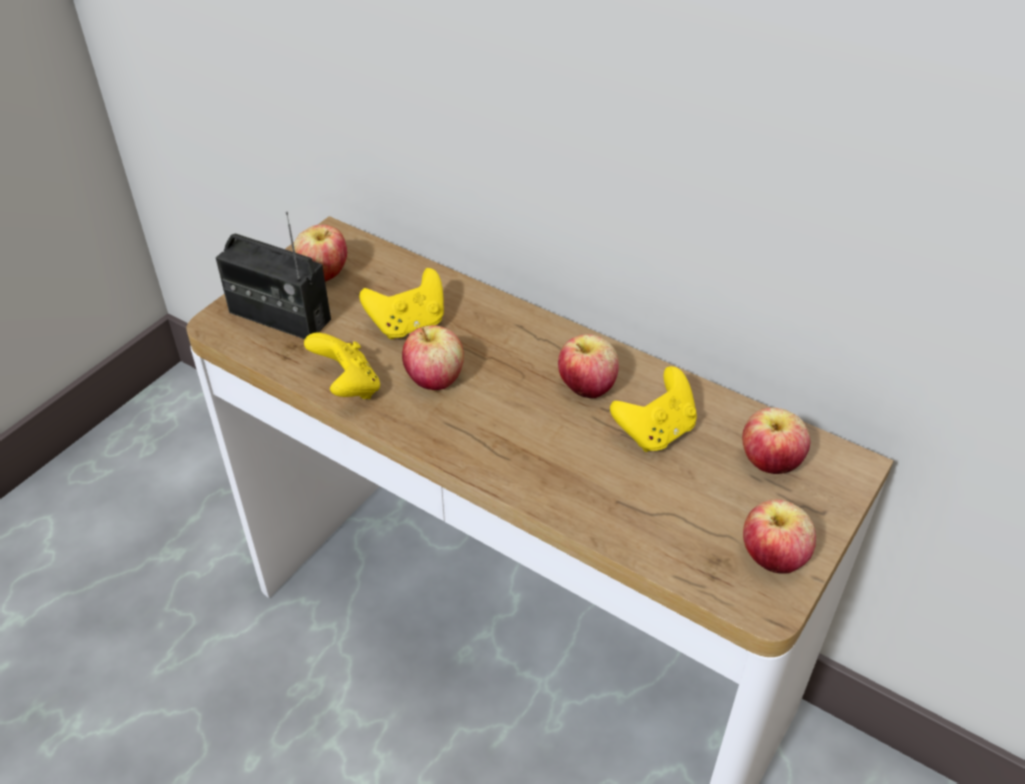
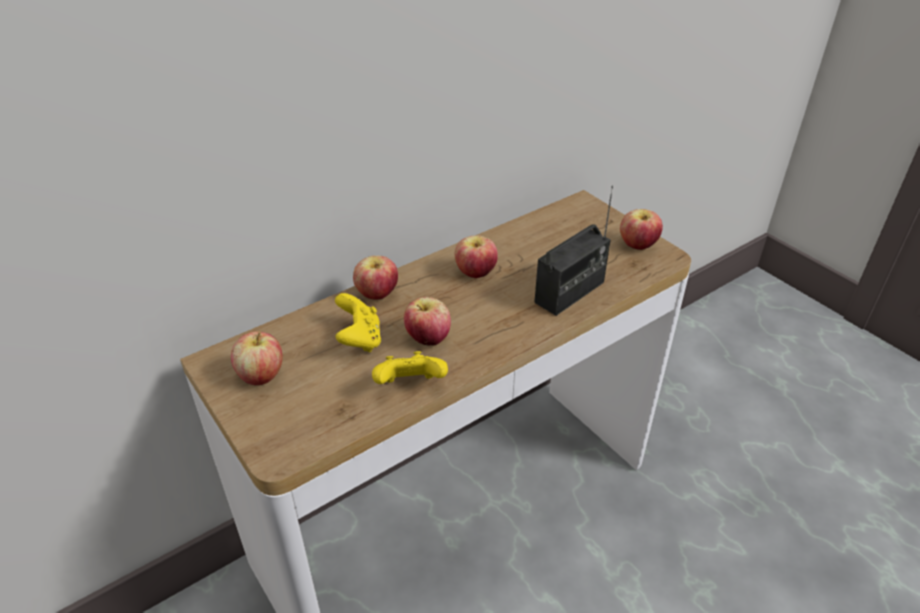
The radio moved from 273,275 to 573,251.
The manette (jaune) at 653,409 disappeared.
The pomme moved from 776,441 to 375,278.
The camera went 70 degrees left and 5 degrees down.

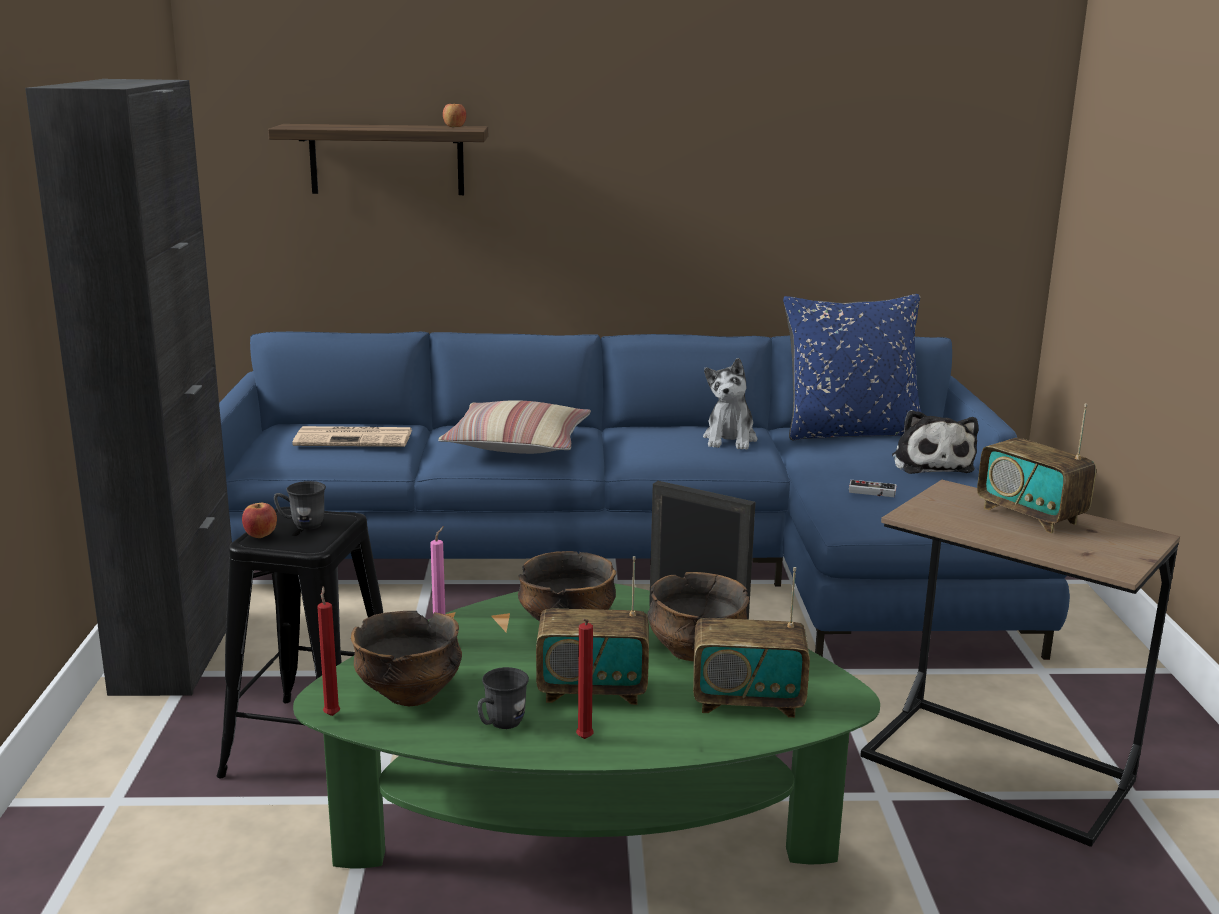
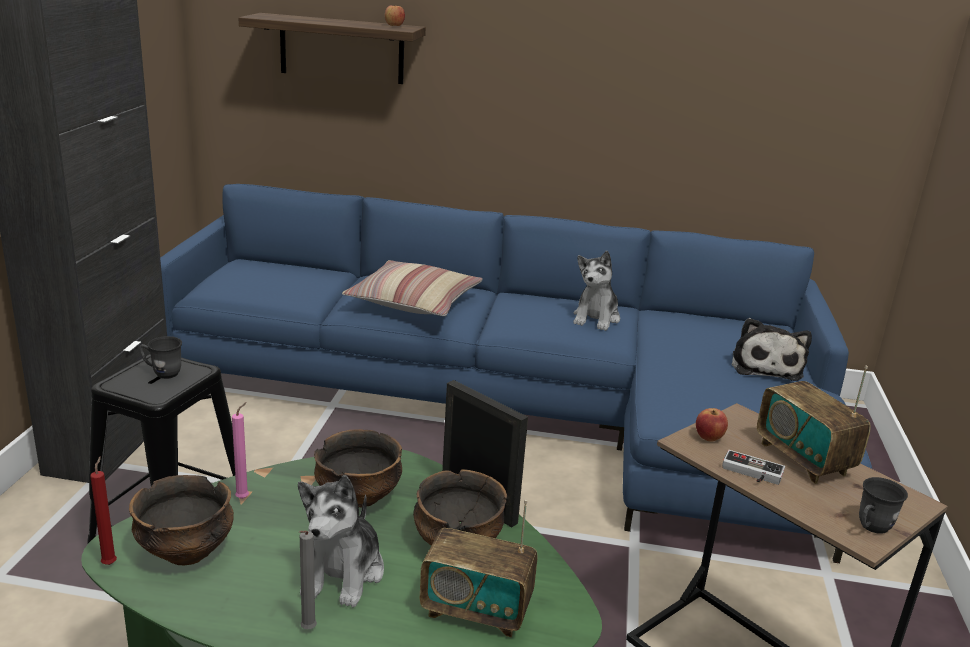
The pomme moved from 259,520 to 712,425.
The journal at 352,436 disappeared.
The mug (gris) moved from 503,698 to 883,505.
The radio at 592,630 was replaced by the peluche at 341,541.
The bougie (rouge) at 585,679 became the bougie (gris) at 308,580.
The coussin (bleu) at 852,367 disappeared.
The manette moved from 873,488 to 753,467.
The camera went 10 degrees right and 5 degrees up.

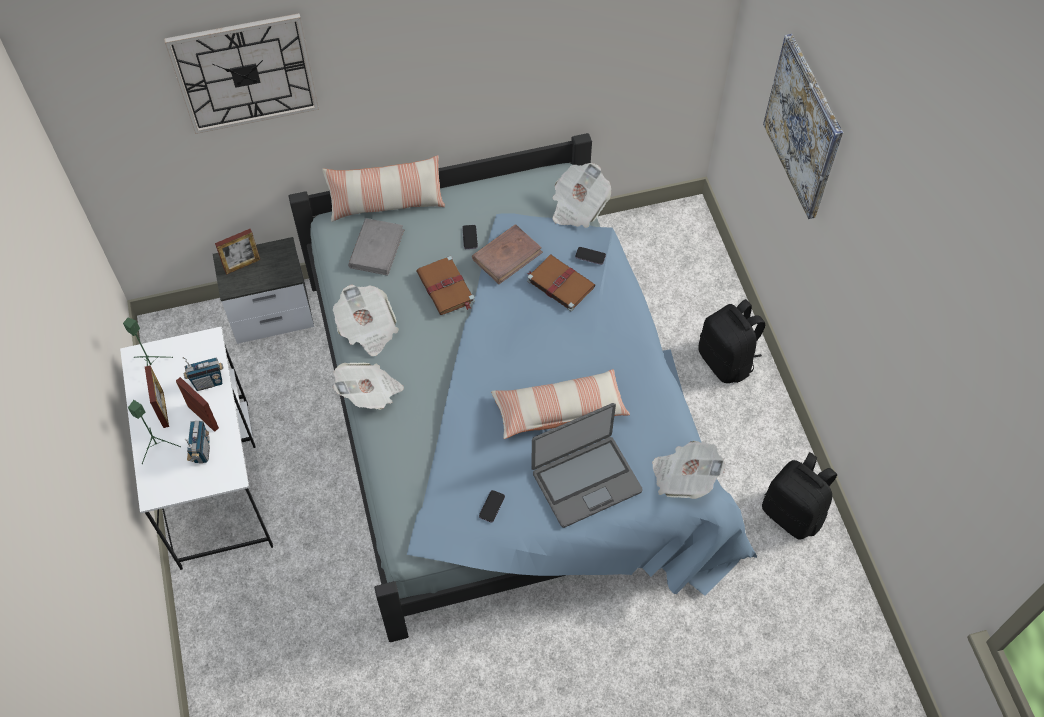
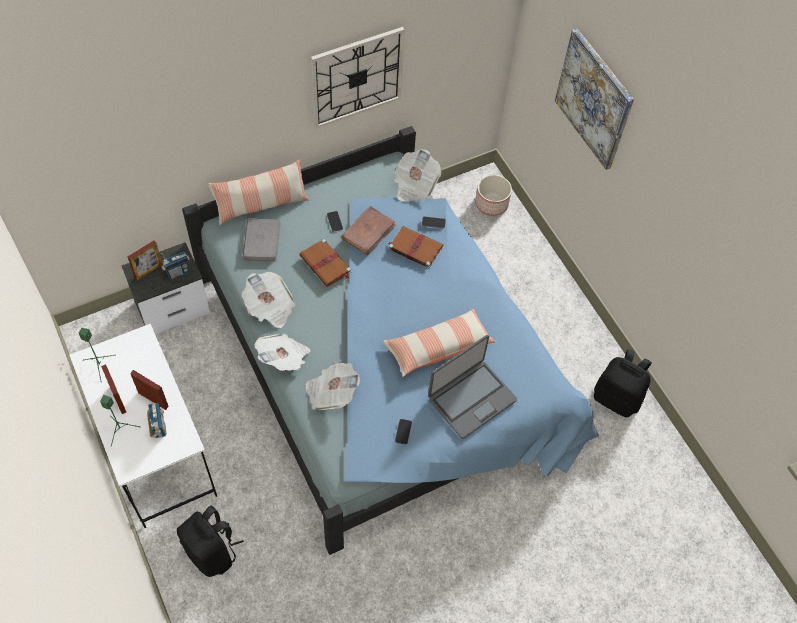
The horloge murale moved from 241,73 to 358,78.
The radio moved from 203,374 to 175,265.
The journal moved from 688,470 to 332,386.
The sac à dos (noir) moved from 732,341 to 210,541.
The cache-pot at 493,195 appeared.
The camera went 15 degrees left and 0 degrees up.

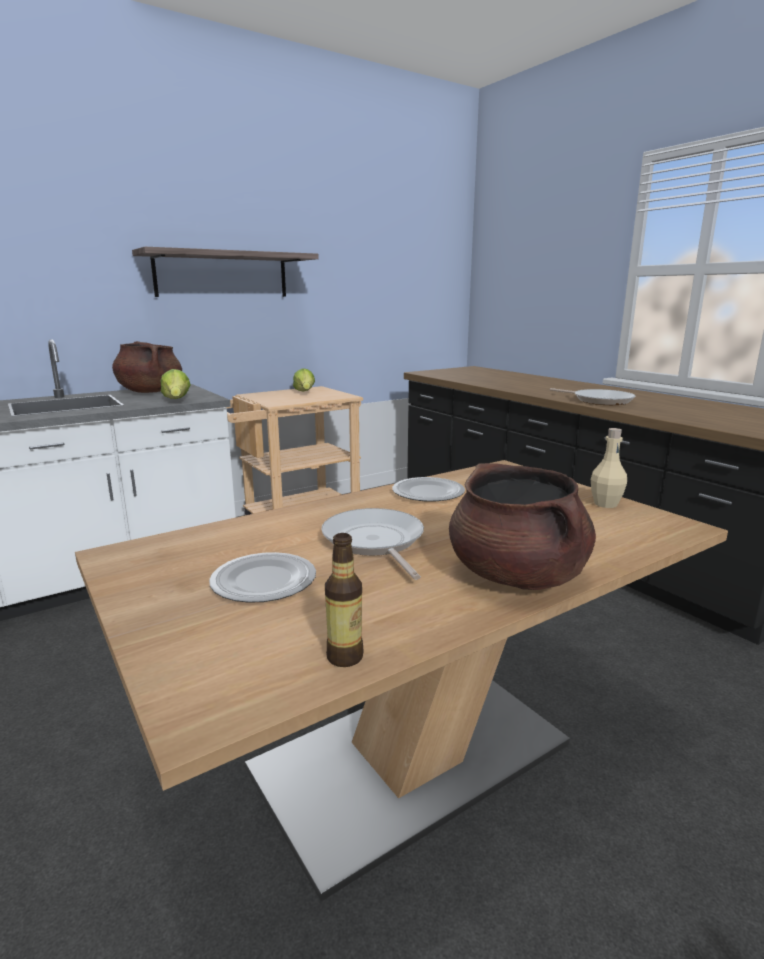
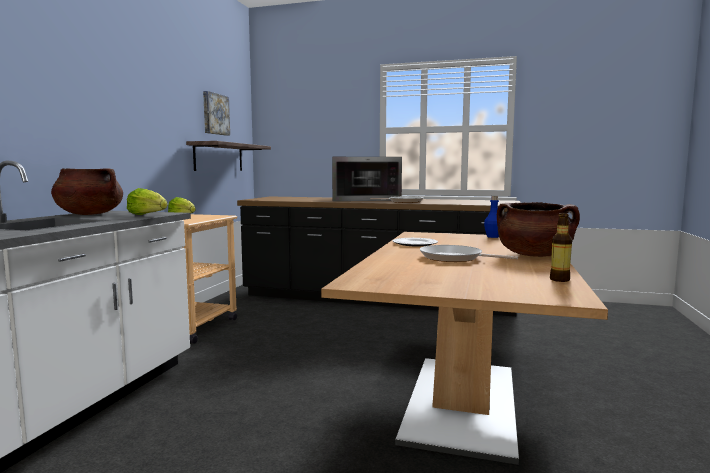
The étagère moved from 225,272 to 228,156.
The assiette at 262,577 disappeared.
The bouteille (beige) at 609,468 became the bouteille (bleu) at 491,217.
The tableau at 216,113 appeared.
The micro-ondes at 367,179 appeared.
The camera went 40 degrees left and 10 degrees down.

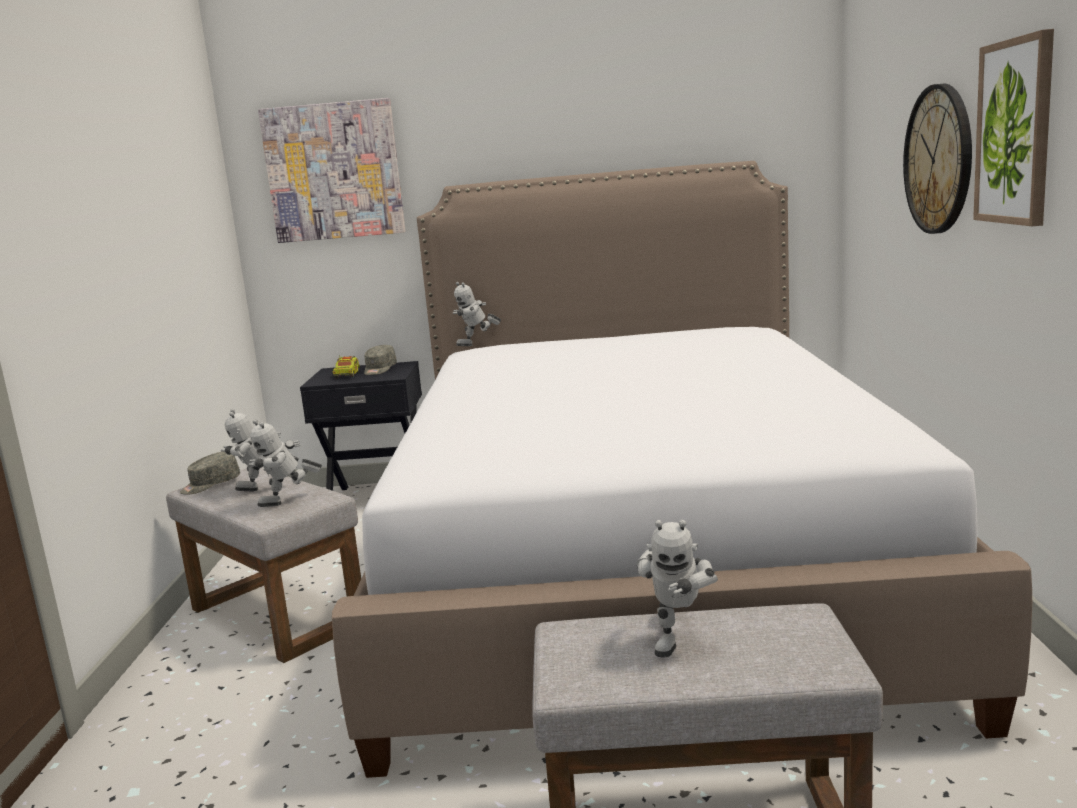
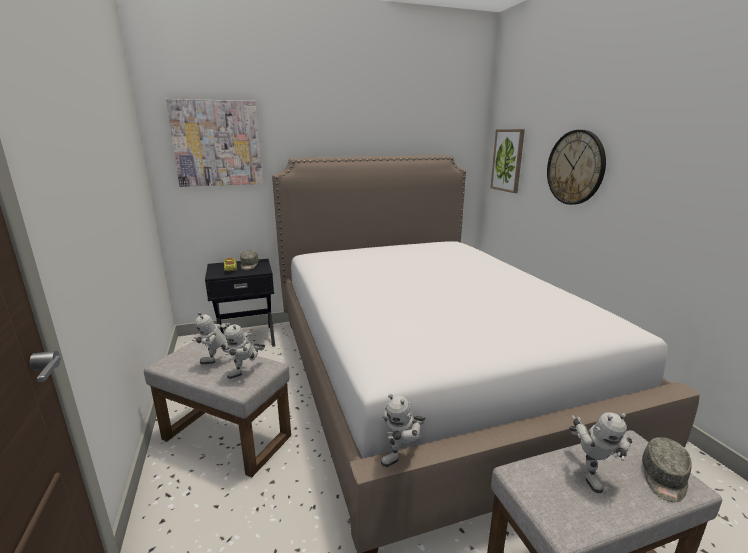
The casquette (gris) moved from 210,473 to 667,469.
The robot jouet moved from 477,314 to 403,430.
The tableau moved from 1013,127 to 508,161.
The camera went 20 degrees left and 5 degrees up.

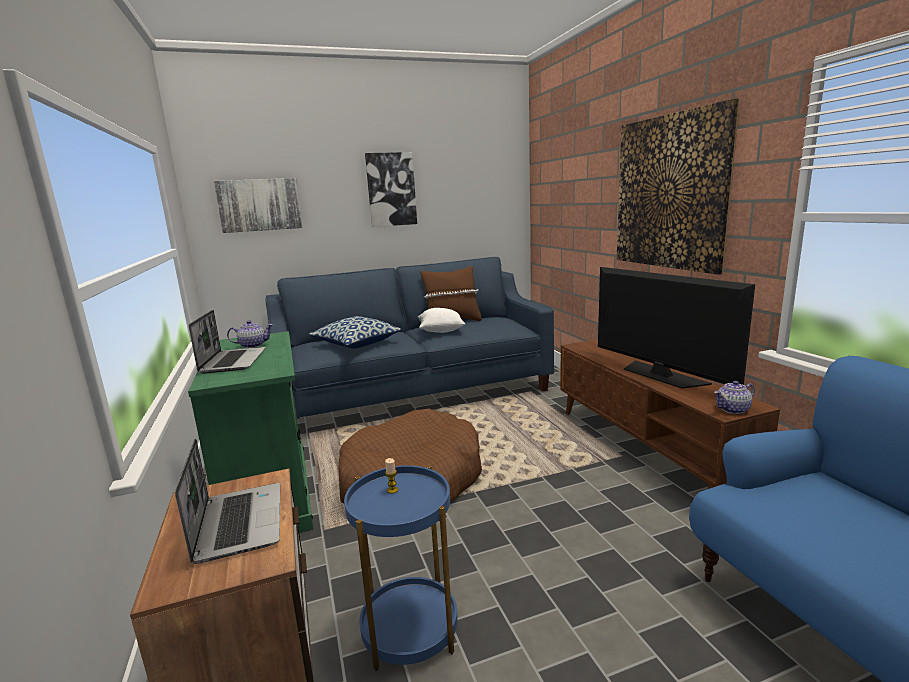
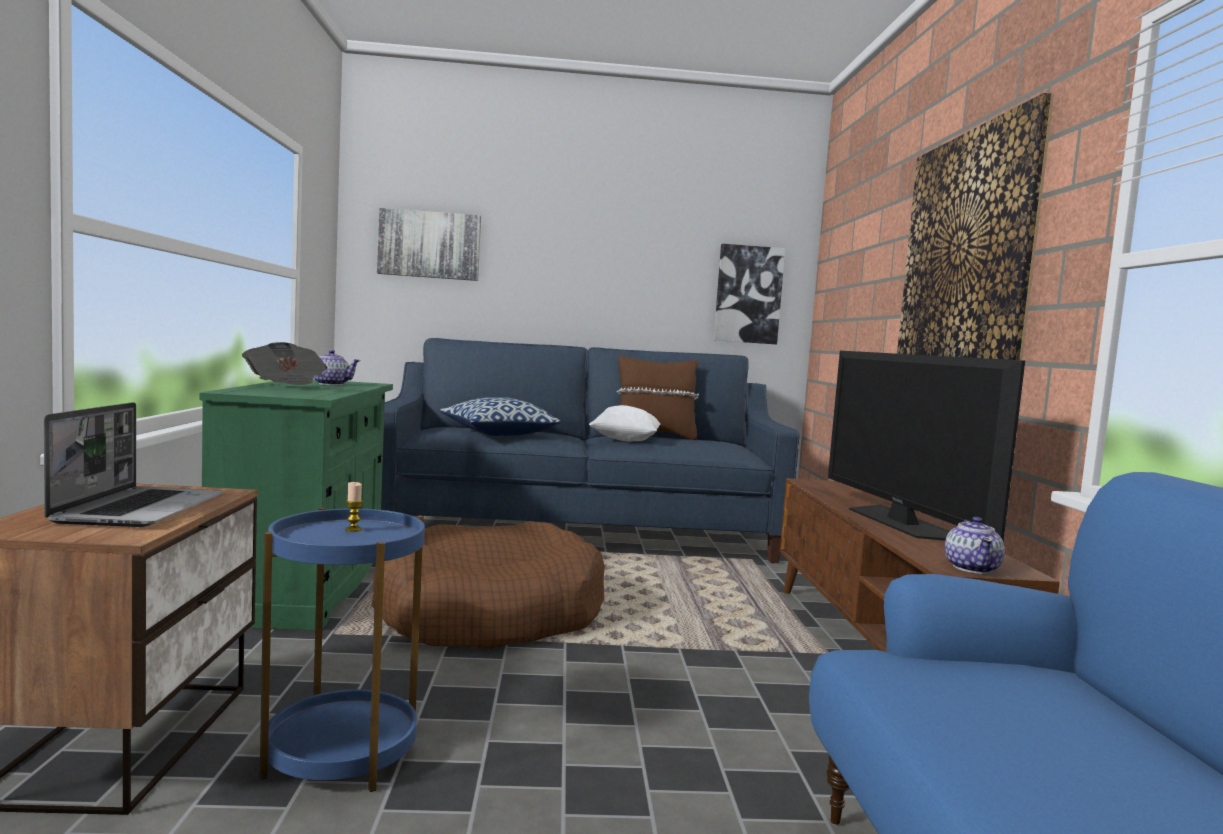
The ordinateur portable at 227,342 was replaced by the journal at 285,363.
The tableau moved from 391,189 to 749,294.
The théière at 734,397 turned 75 degrees counterclockwise.
The camera went 15 degrees right and 10 degrees down.

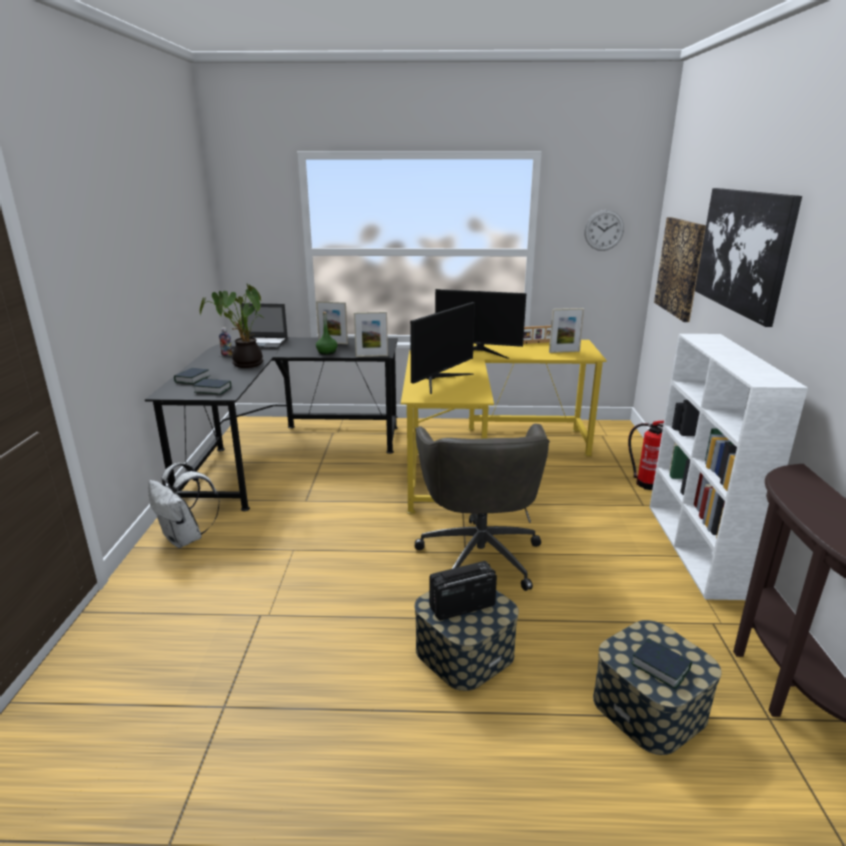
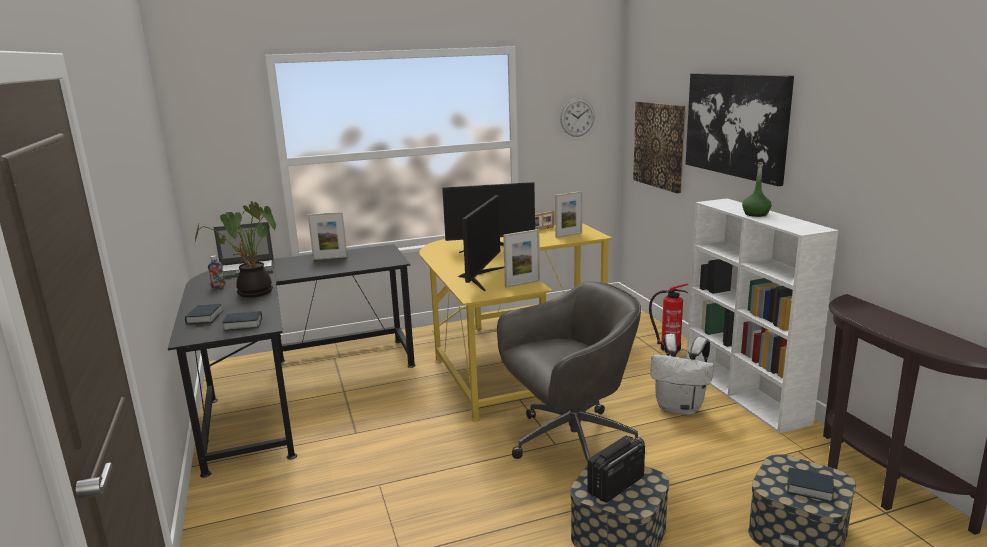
The sac à dos (blanc) moved from 184,505 to 682,374.
The bouteille (vert) moved from 326,333 to 757,189.
The cadre photo moved from 371,334 to 521,258.
The chaise de bureau (gris) at 482,507 turned 90 degrees counterclockwise.
The camera went 20 degrees left and 5 degrees down.

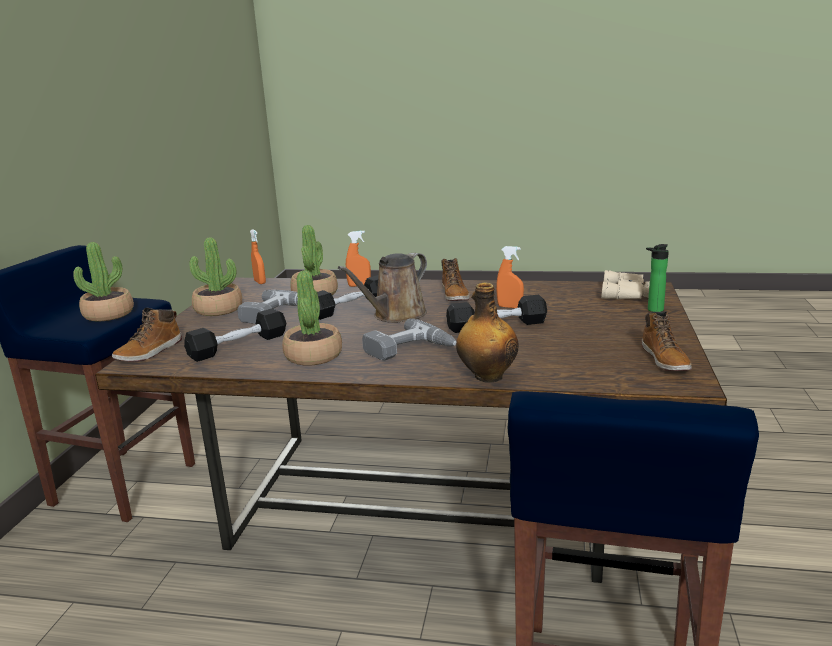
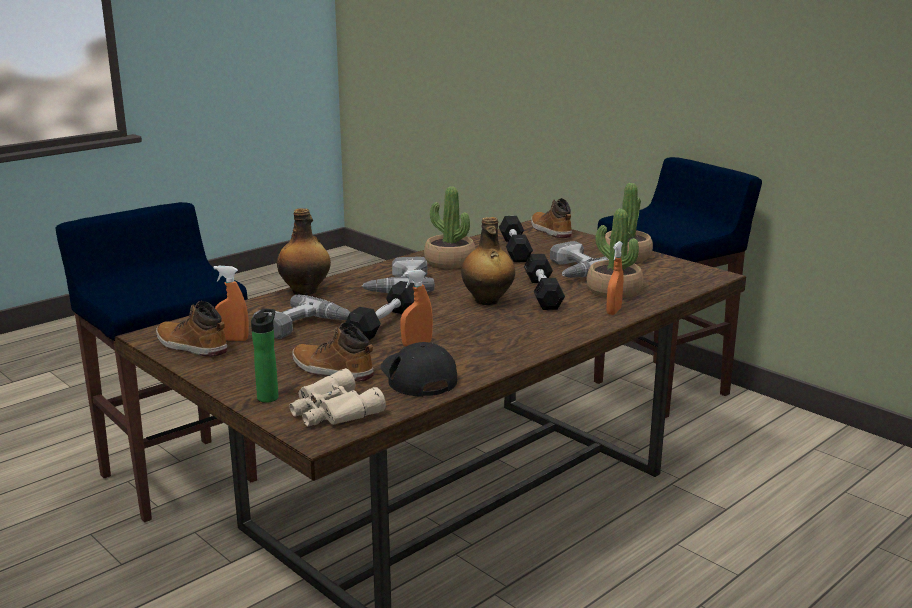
The plante en pot at 103,281 disappeared.
The vaporisateur (orange) moved from 258,256 to 231,303.
The arrosoir (marron) at 382,288 was replaced by the bouteille at 488,261.
The botte moved from 456,279 to 333,352.
The perceuse at 301,317 appeared.
The casquette (noir) at 419,369 appeared.
The camera went 125 degrees right and 0 degrees up.

